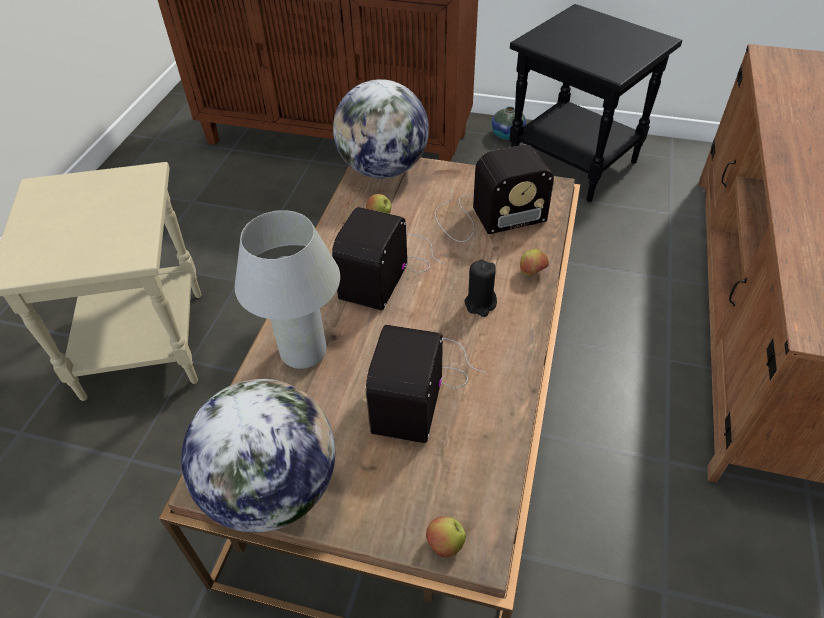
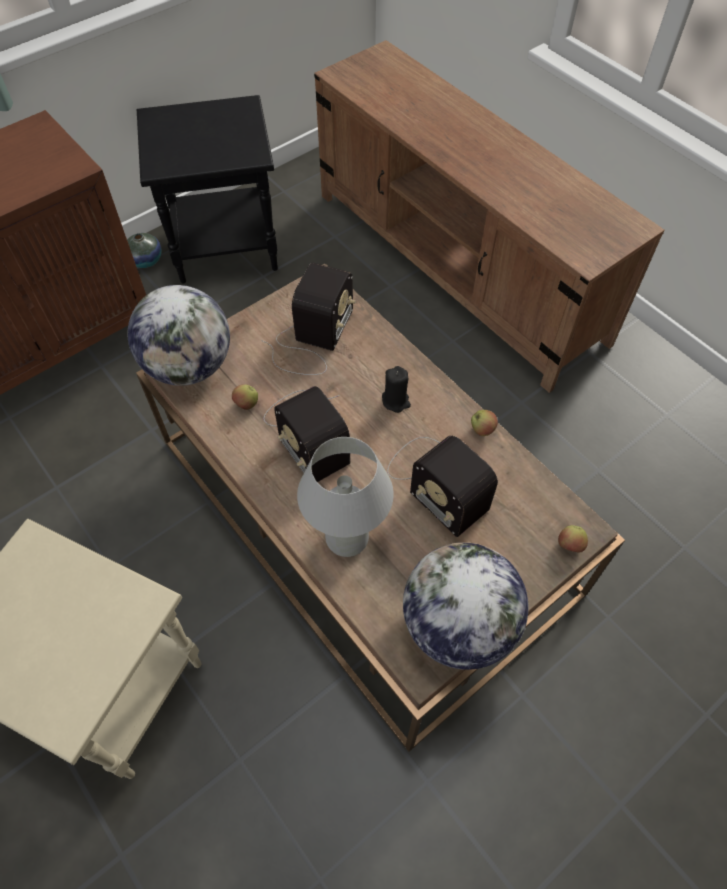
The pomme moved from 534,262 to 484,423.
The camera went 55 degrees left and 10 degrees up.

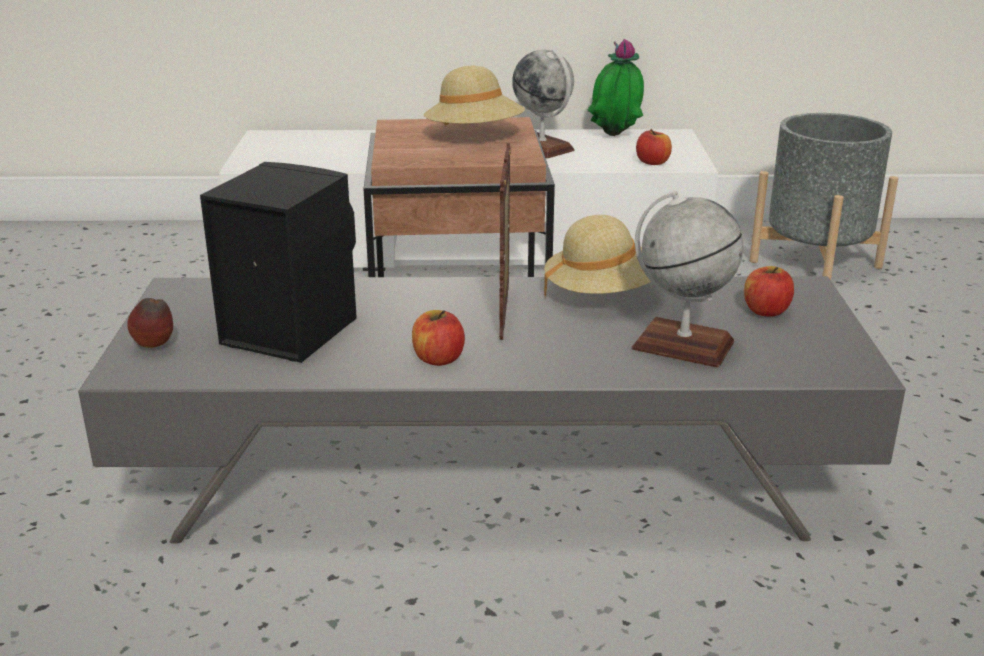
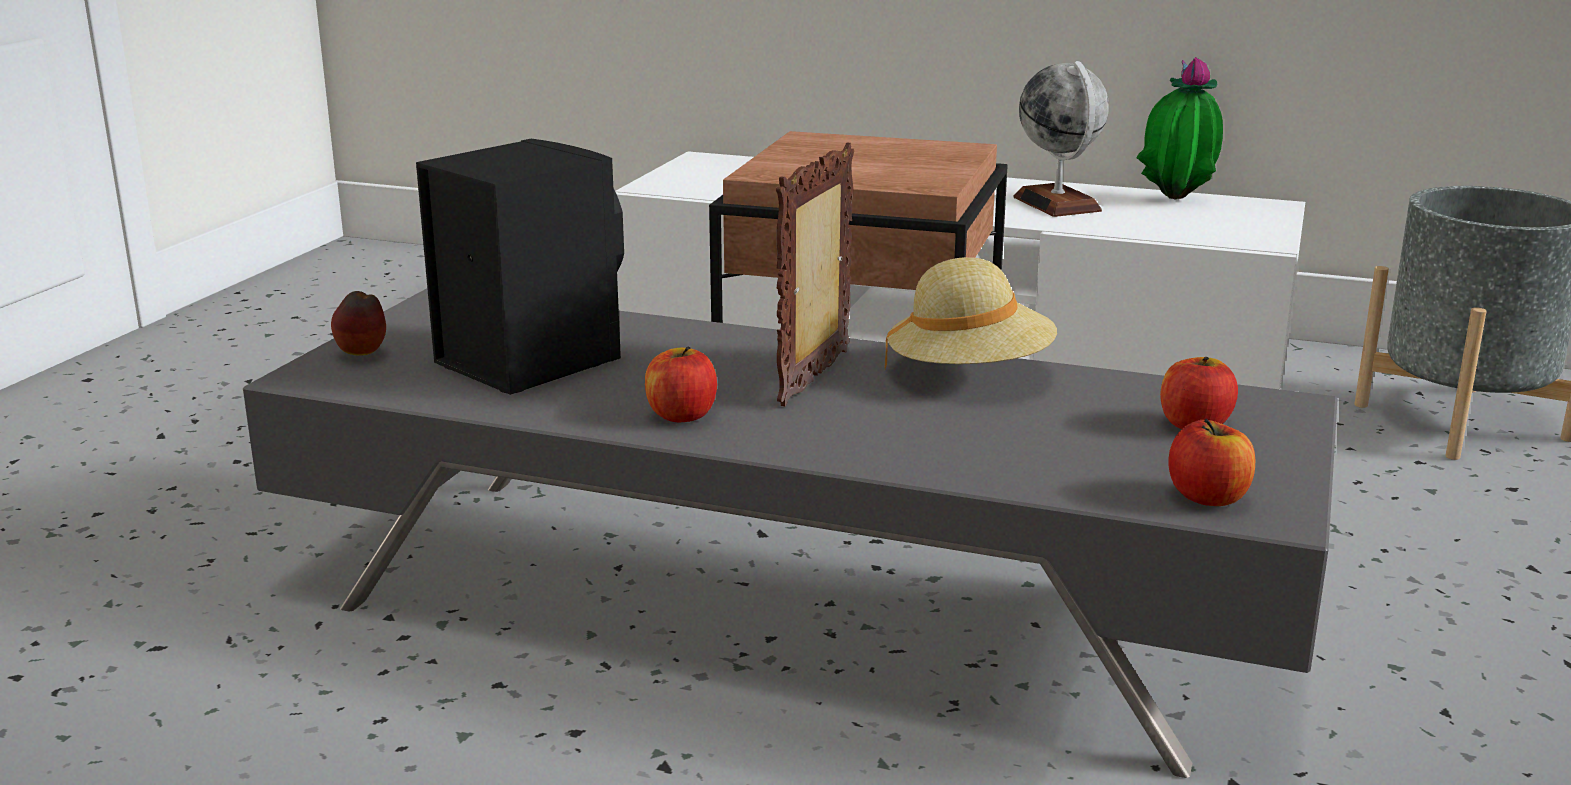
The chapeau (beige) at 474,96 disappeared.
The globe at 687,279 disappeared.
The pomme moved from 654,147 to 1212,462.
The camera went 20 degrees right and 5 degrees down.

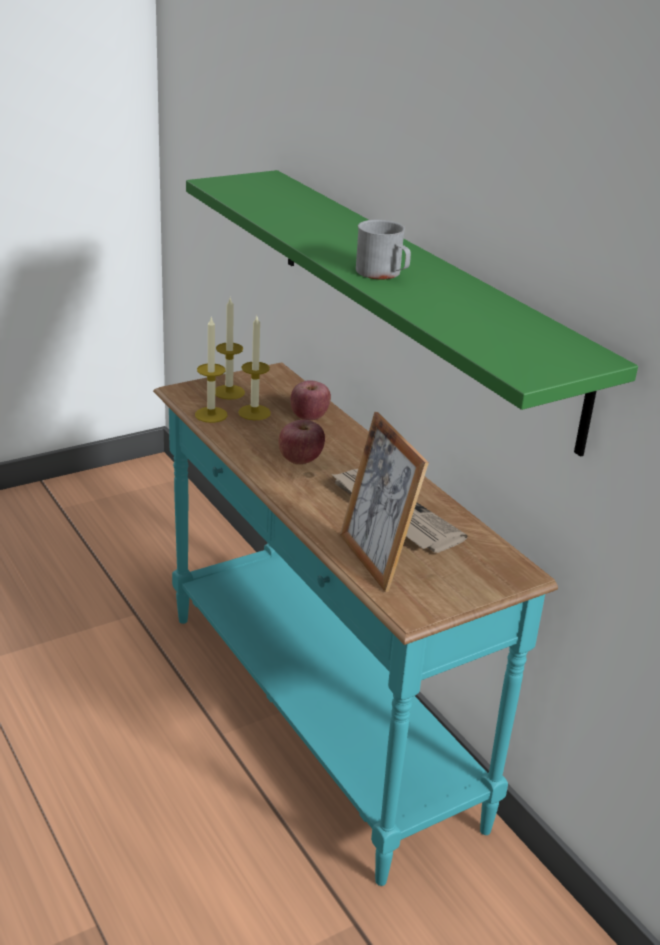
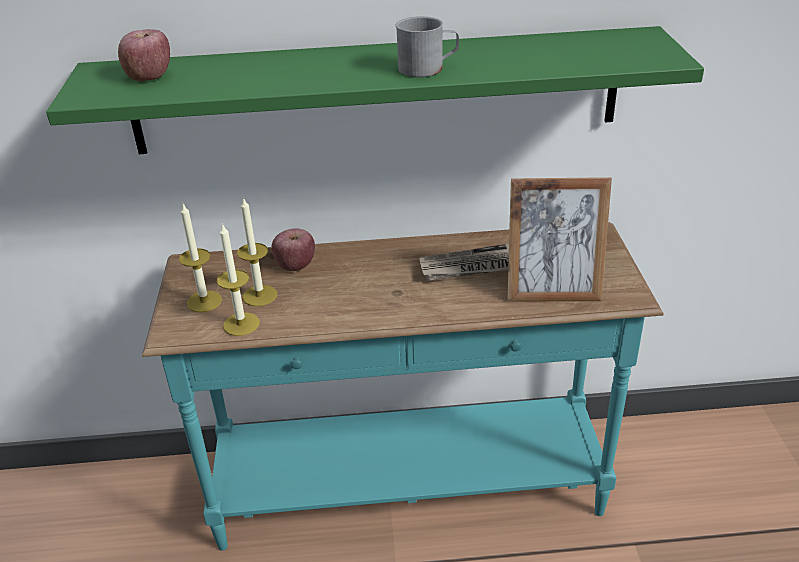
The pomme moved from 301,442 to 144,55.
The camera went 60 degrees left and 5 degrees up.

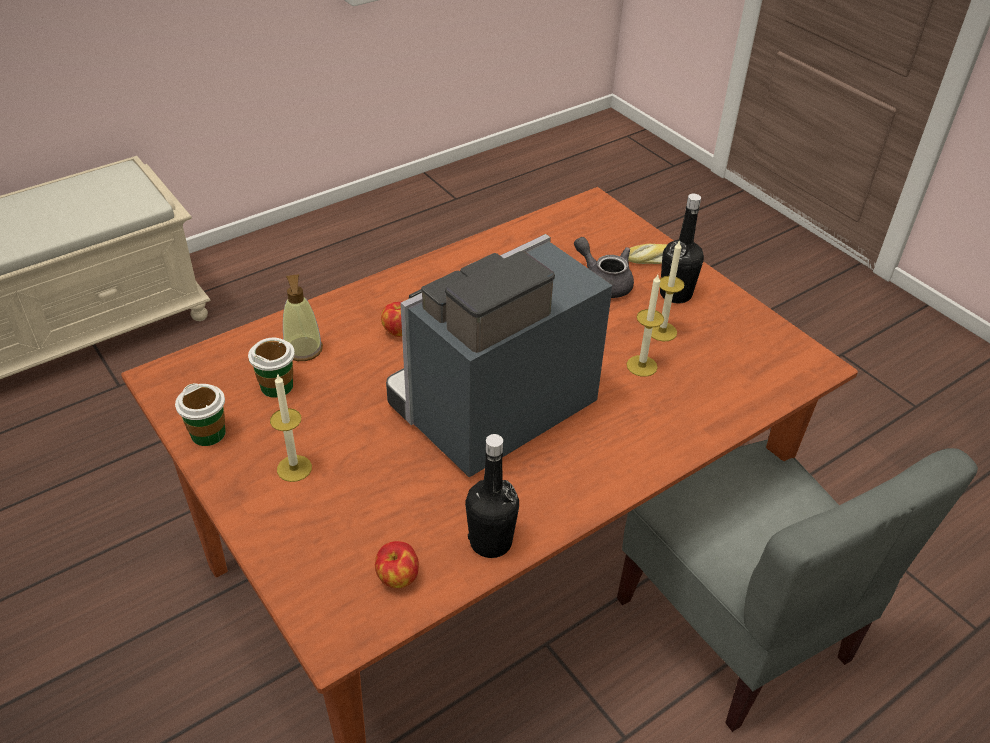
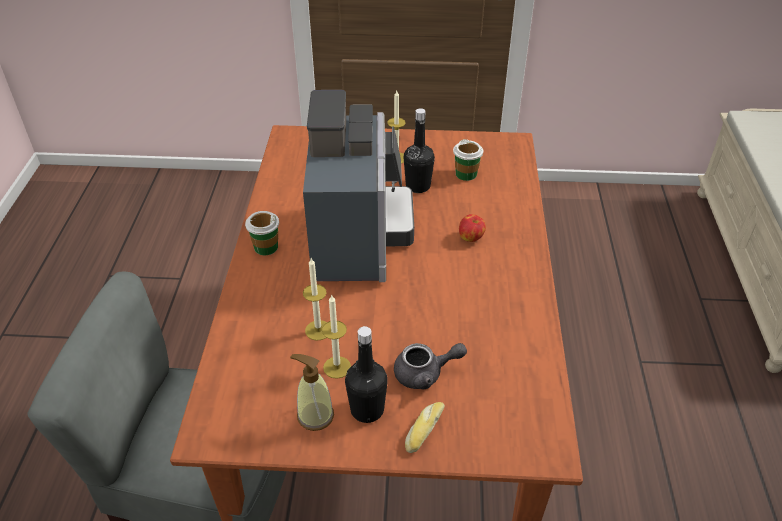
The tasse moved from 200,414 to 262,233.
The distributeur de savon moved from 303,317 to 312,392.
The pomme at 397,564 disappeared.
The bouteille (noir) moved from 492,496 to 419,150.
The camera went 130 degrees right and 0 degrees up.

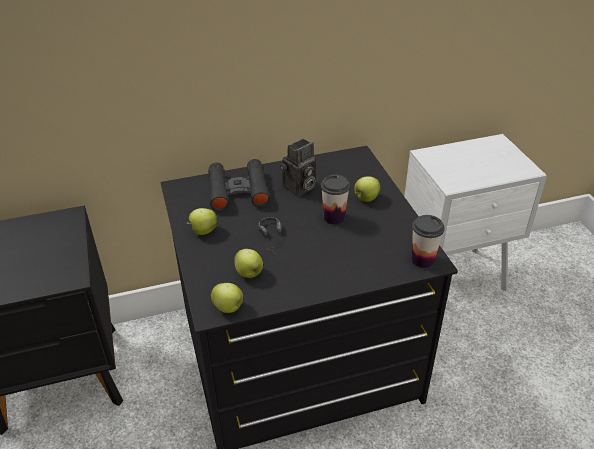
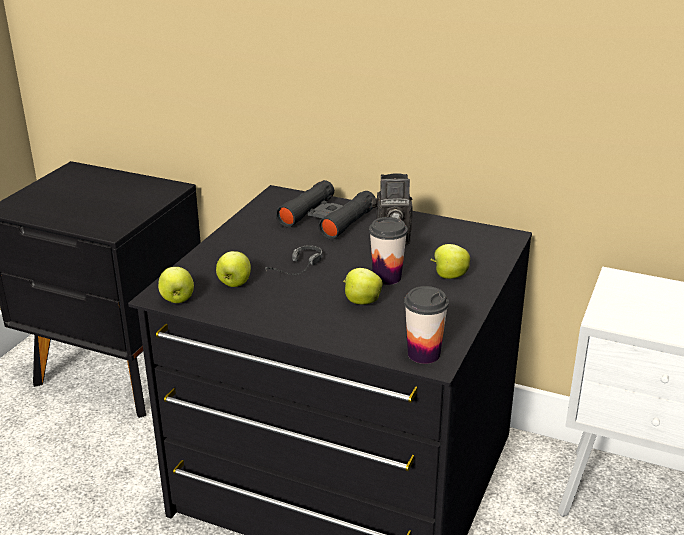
The pomme moved from 202,221 to 363,286.
The camera went 40 degrees right and 10 degrees down.

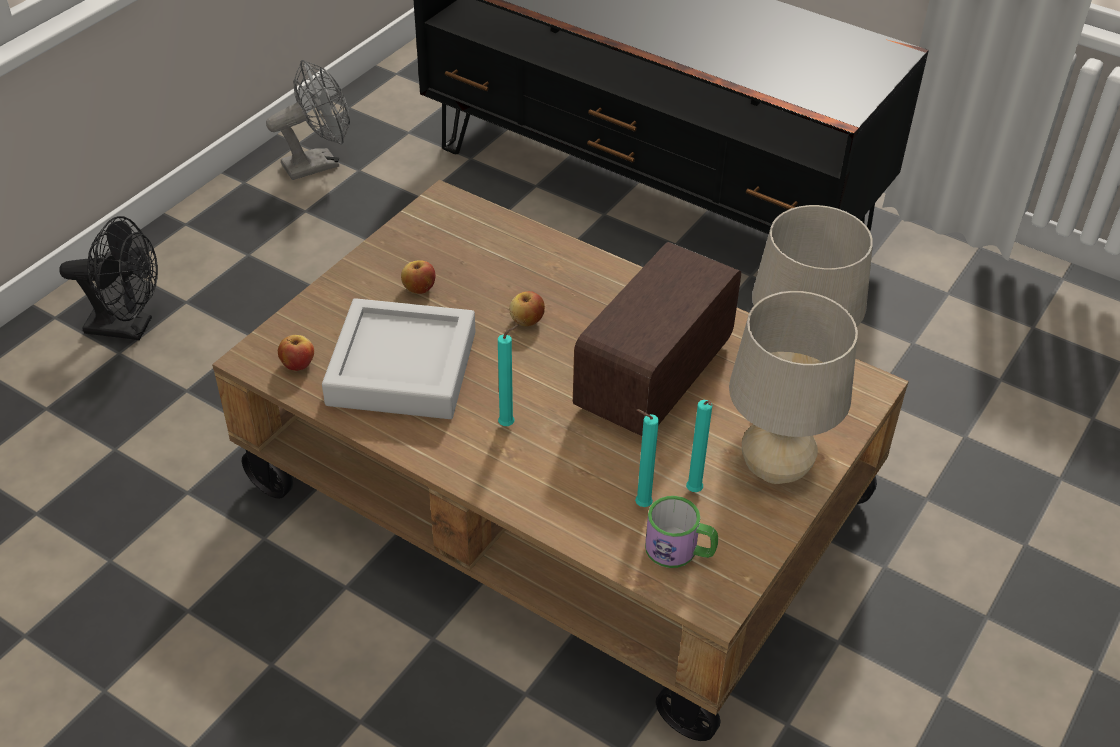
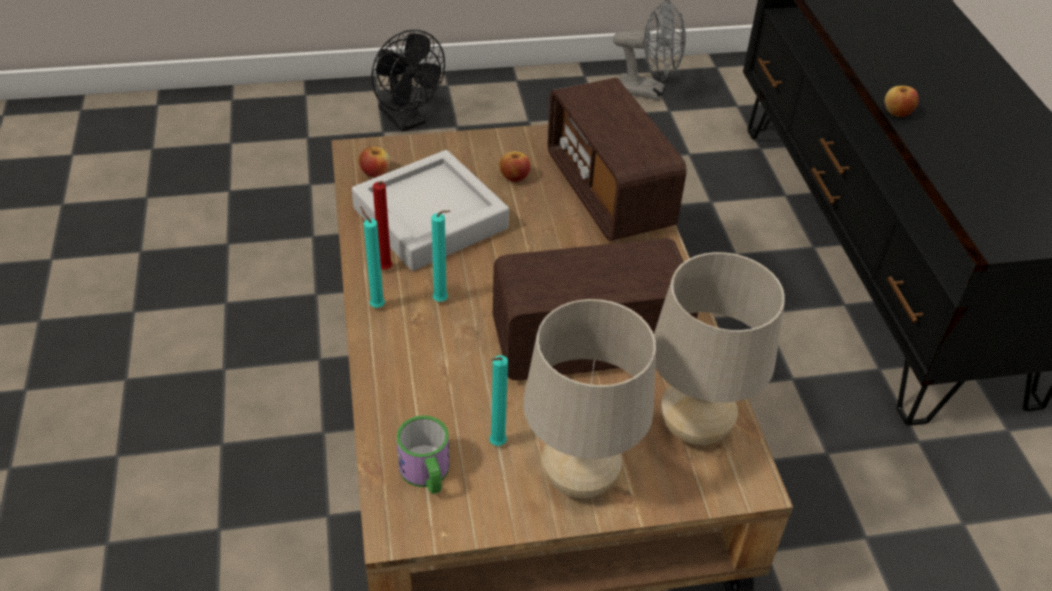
The pomme moved from 527,308 to 901,101.
The bougie (turquoise) moved from 647,458 to 372,257.
The bougie (rouge) at 383,225 appeared.
The radio at 617,159 appeared.
The camera went 45 degrees right and 0 degrees up.

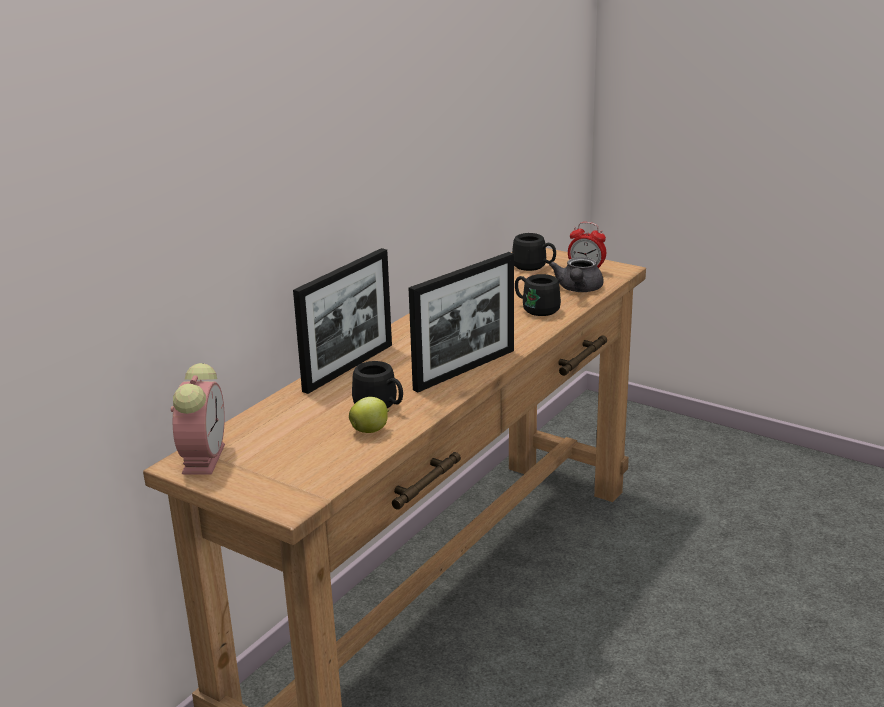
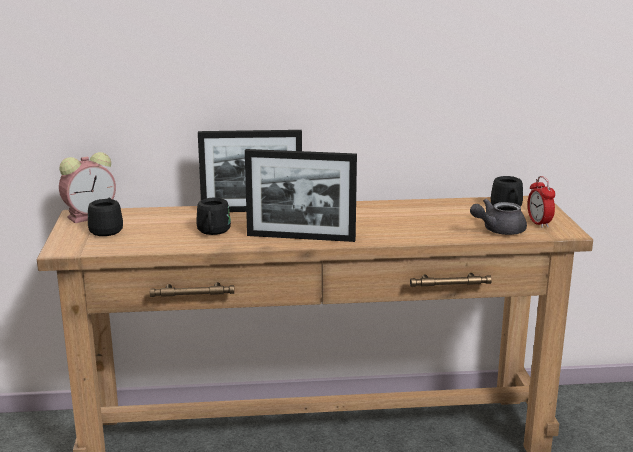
The pomme at 369,415 disappeared.
The mug (noir) moved from 538,295 to 105,217.
The camera went 50 degrees right and 5 degrees down.

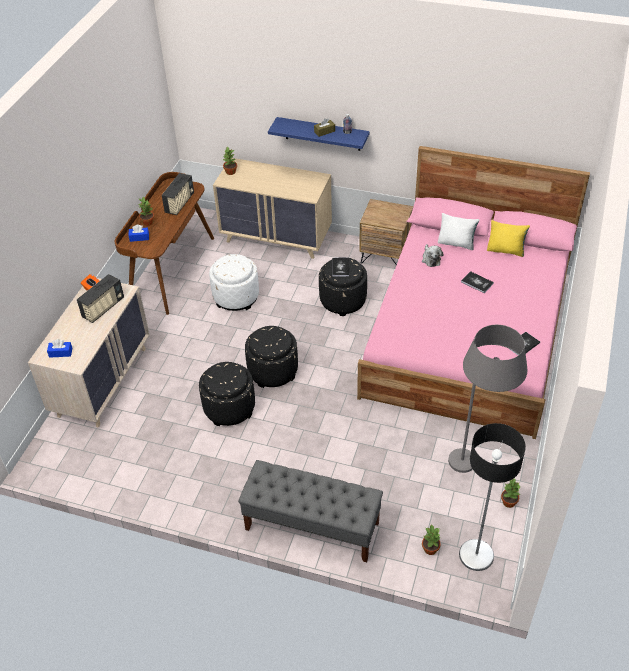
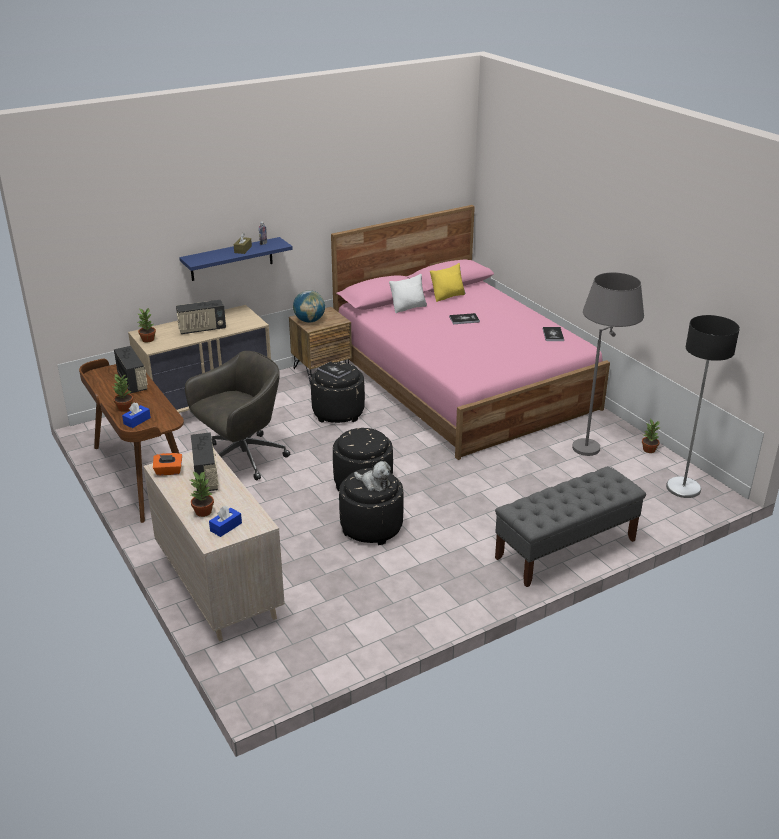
The pouf (blanc) at 234,282 was replaced by the chaise de bureau (gris) at 237,416.
The peluche moved from 432,255 to 372,476.
The plante en pot moved from 431,539 to 202,494.
The radio at 201,317 appeared.
The globe at 309,306 appeared.
The camera went 50 degrees left and 15 degrees down.

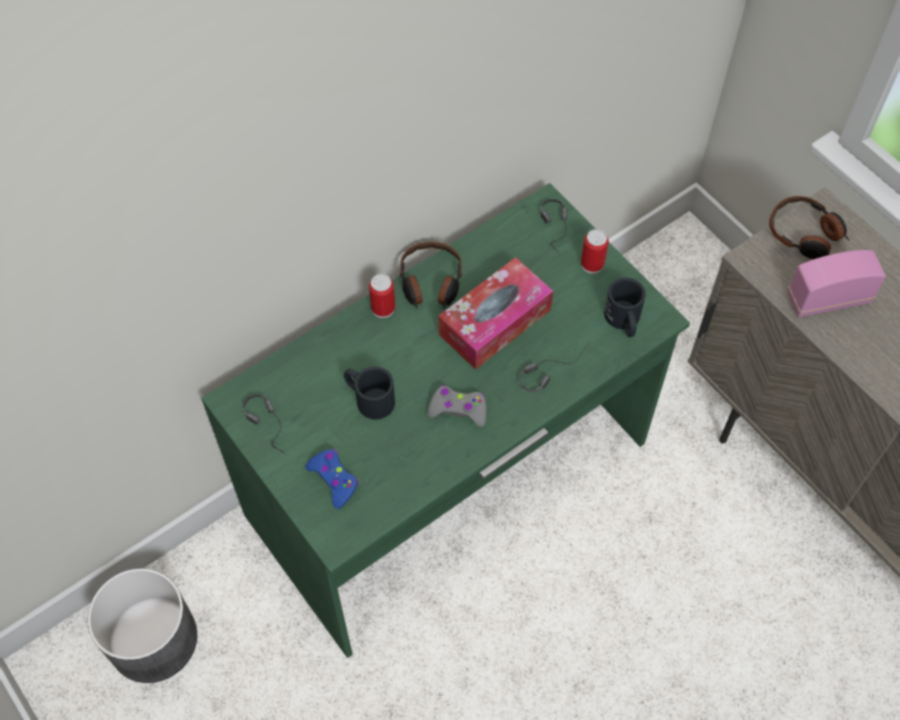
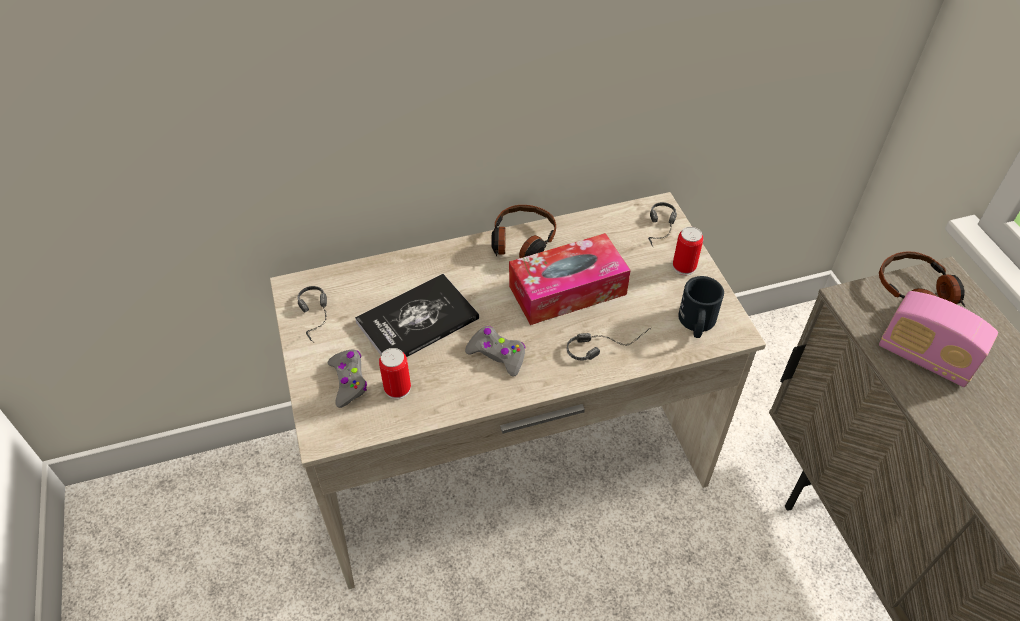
The cache-pot (gris) at 142,625 disappeared.
The bureau (vert) at 445,420 became the bureau (beige) at 518,390.
The manette (bleu) at 331,479 became the manette (gris) at 347,379.
The mug (noir) at 369,392 was replaced by the livre at 417,315.
The boîte métallique moved from 382,296 to 395,373.
The radio at 836,283 turned 150 degrees counterclockwise.
The camera went 20 degrees right and 10 degrees down.

